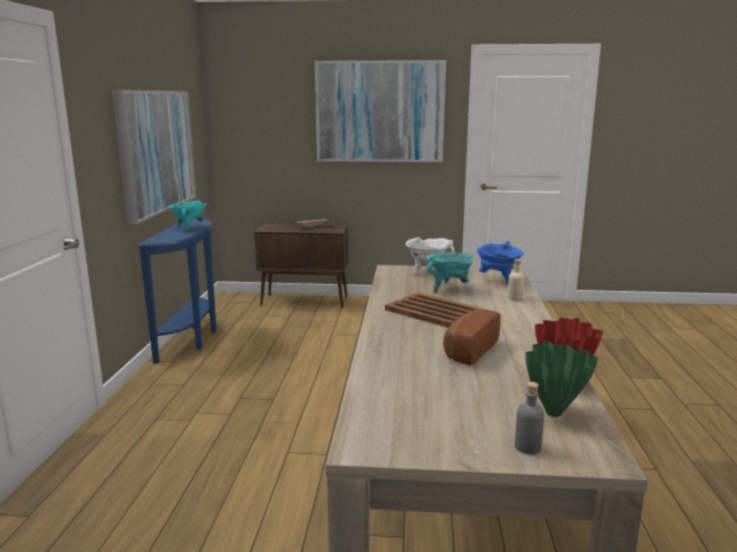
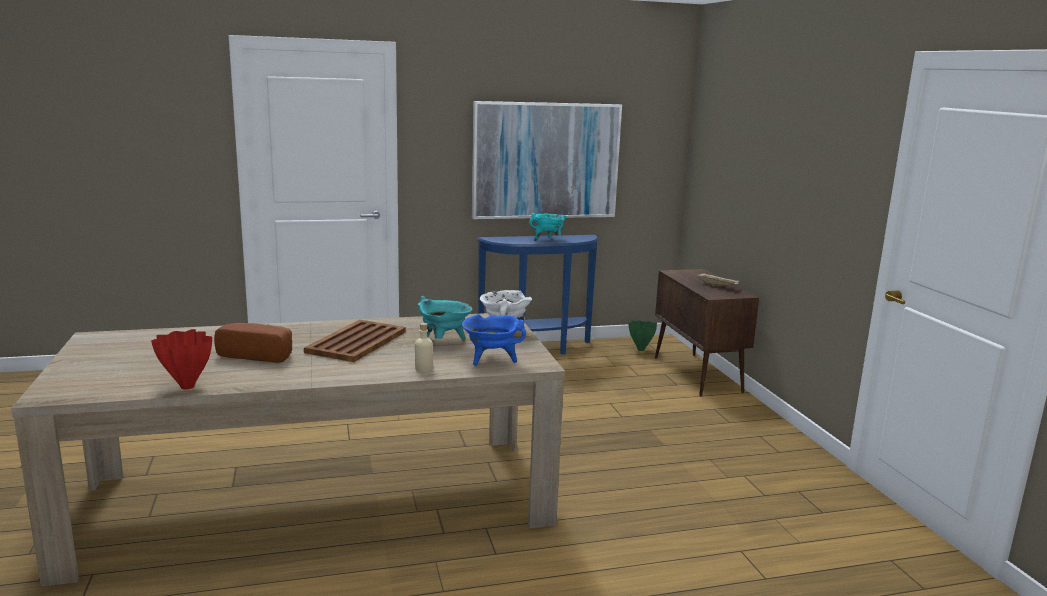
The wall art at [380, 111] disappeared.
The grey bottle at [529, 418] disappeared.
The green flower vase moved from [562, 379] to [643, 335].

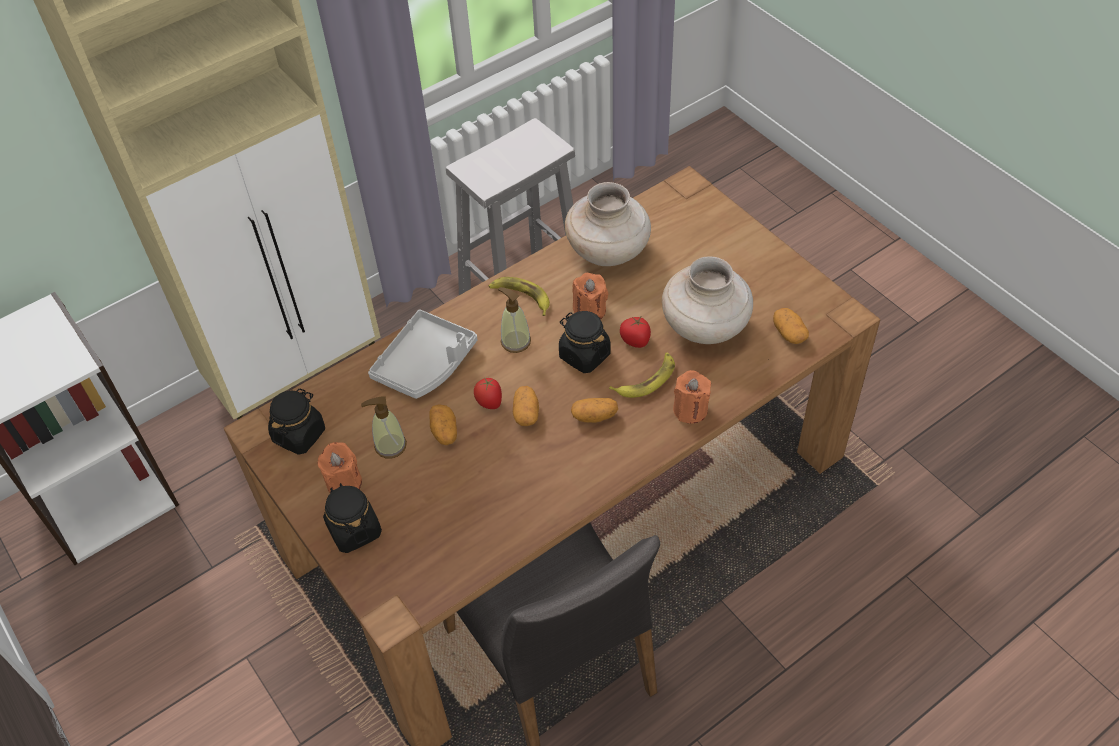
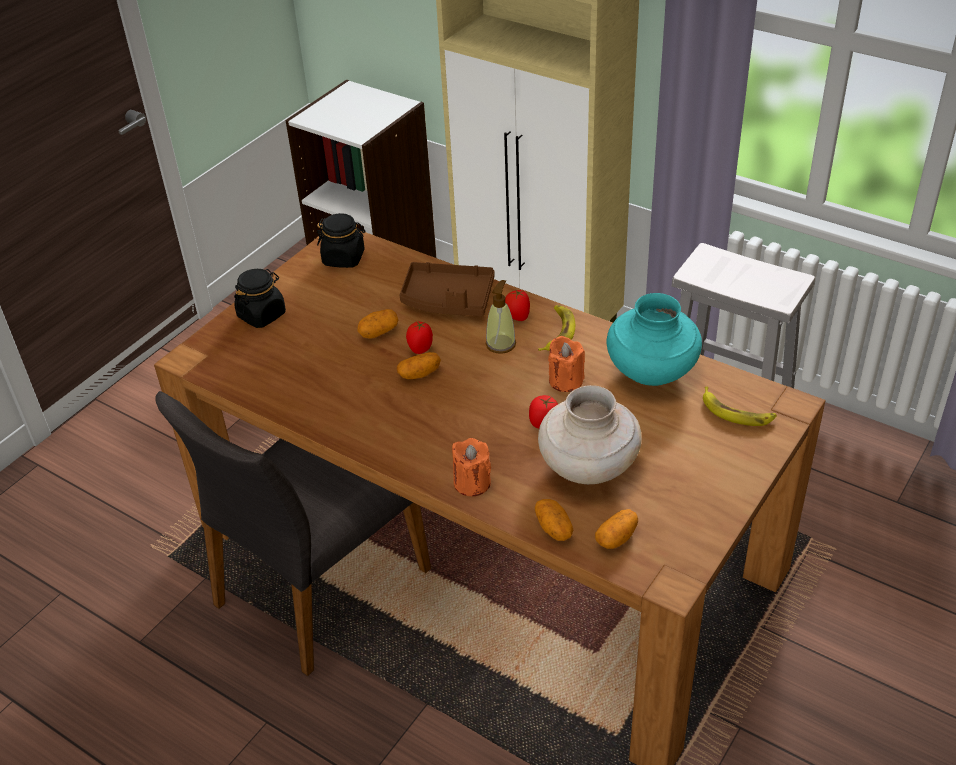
The orange wax candle at [340, 467] disappeared.
The liquid soap bottle at [384, 427] disappeared.
The black jar at [585, 342] disappeared.
The whole tomato at [517, 305] appeared.
The spud moved from [594, 410] to [554, 520].
The whole banana moved from [642, 375] to [740, 406].
The grey tray at [422, 354] became the brown-coloured tray at [447, 289].
The beige flower vase at [608, 224] became the blue-green flower vase at [654, 339].

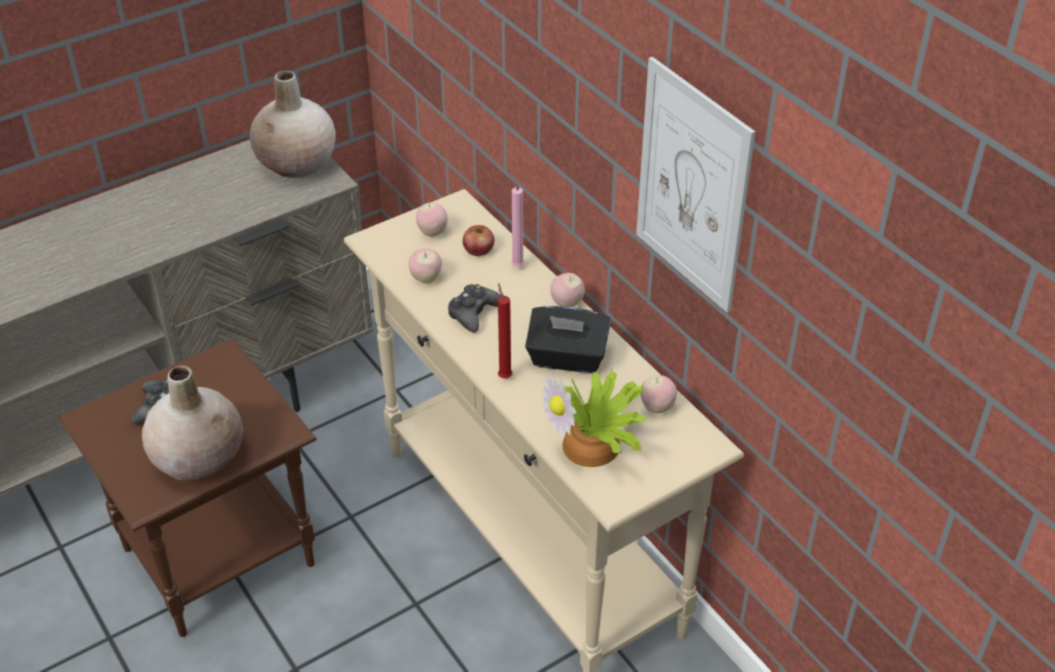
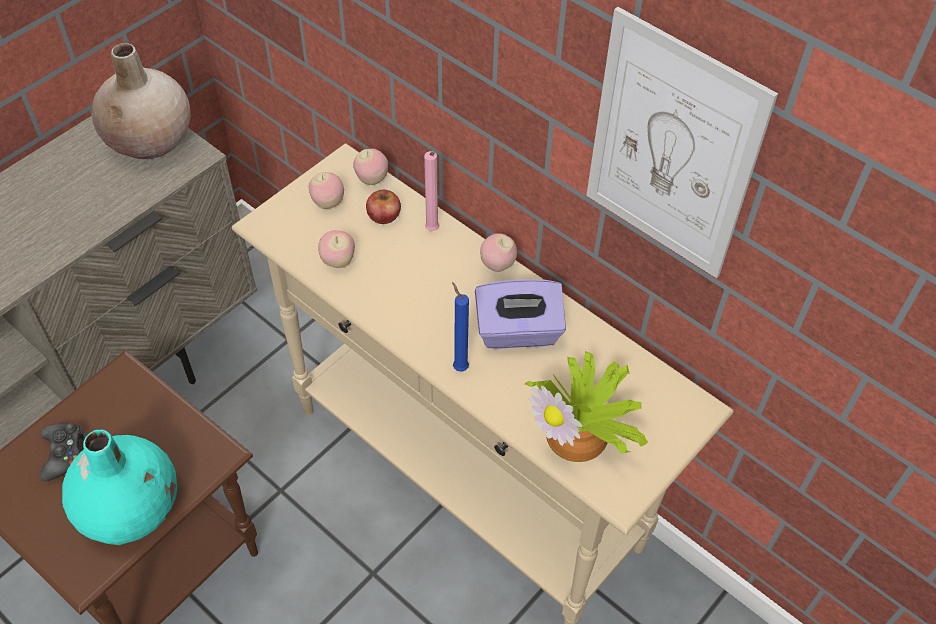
The black game controller at [474, 308] disappeared.
The apple moved from [658, 394] to [370, 167].
The beige flower vase at [192, 423] became the blue-green flower vase at [119, 487].
The red-coloured wax candle at [505, 330] became the blue-coloured wax candle at [460, 327].
The black box of tissues at [568, 339] became the purplish box of tissues at [520, 314].

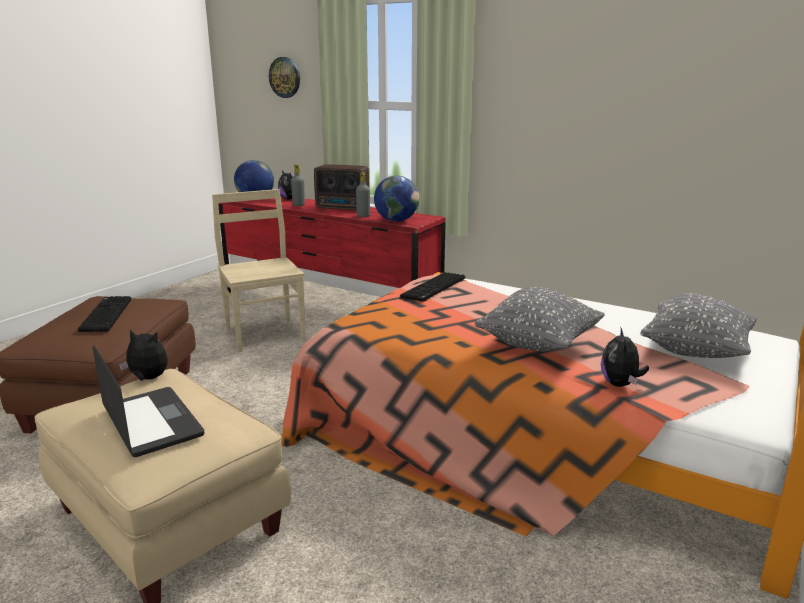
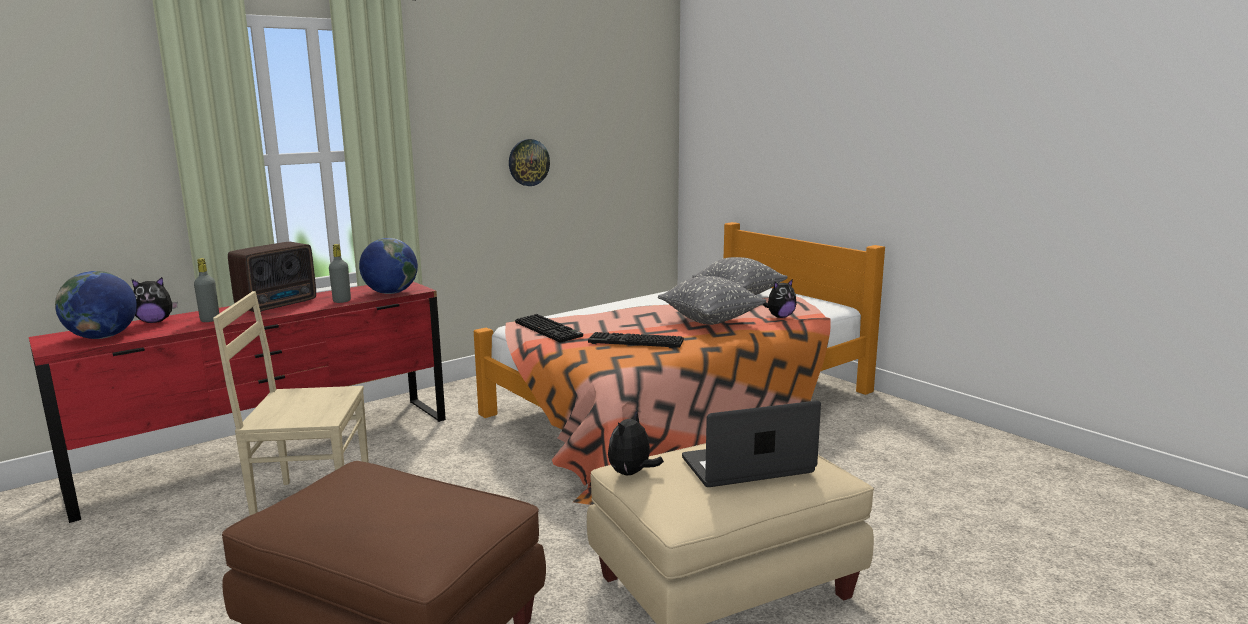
The keyboard moved from [104, 314] to [636, 340].
The wall clock moved from [284, 77] to [529, 162].
The soft toy at [625, 357] turned 60 degrees counterclockwise.

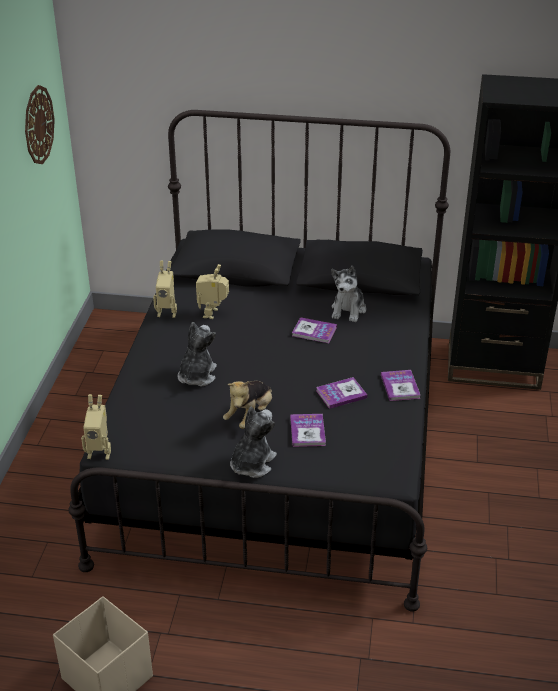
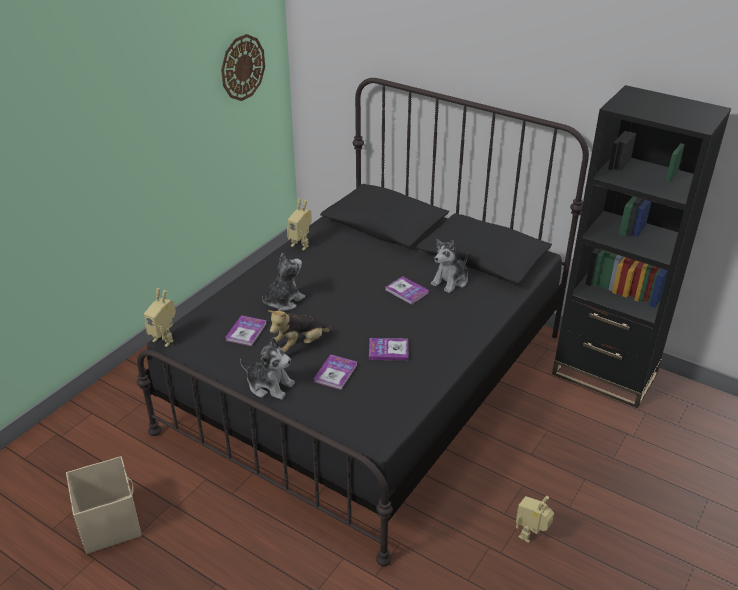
The toy robot moved from [212, 291] to [535, 519].
The book moved from [400, 385] to [246, 330].
The soft toy at [253, 442] turned 60 degrees clockwise.

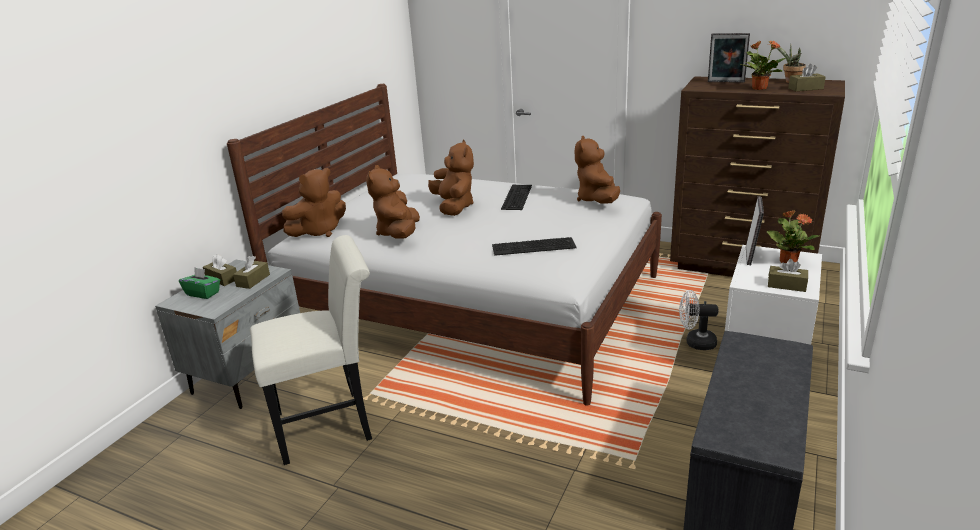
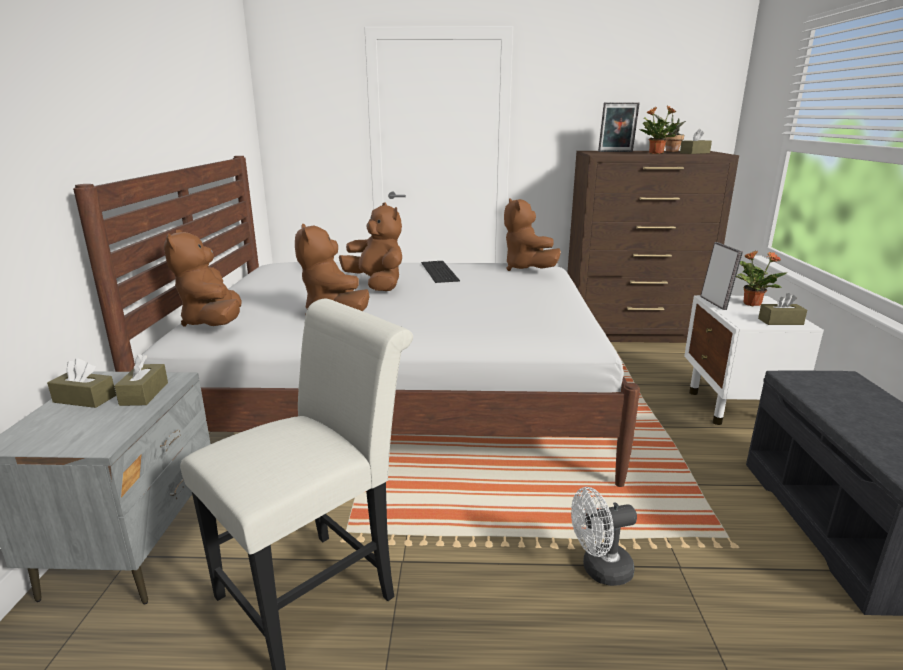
The green box of tissues at [199, 283] disappeared.
The keyboard at [534, 246] disappeared.
The whitish fan moved from [698, 320] to [604, 536].
The brown-coloured soft toy at [314, 202] turned 135 degrees clockwise.

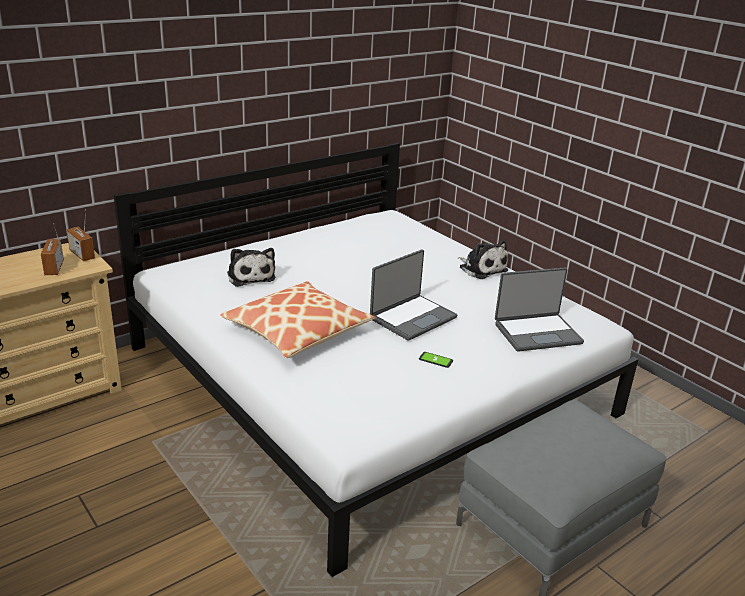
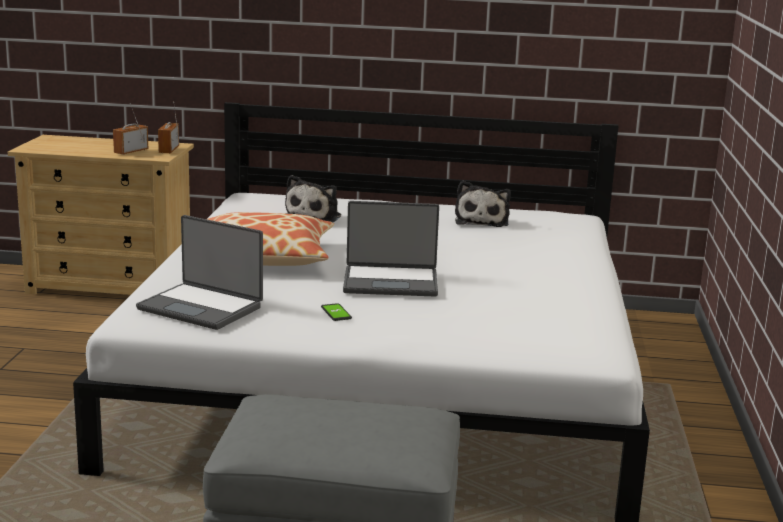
The soft toy moved from [483, 259] to [483, 204].
The notebook computer moved from [539, 310] to [199, 272].

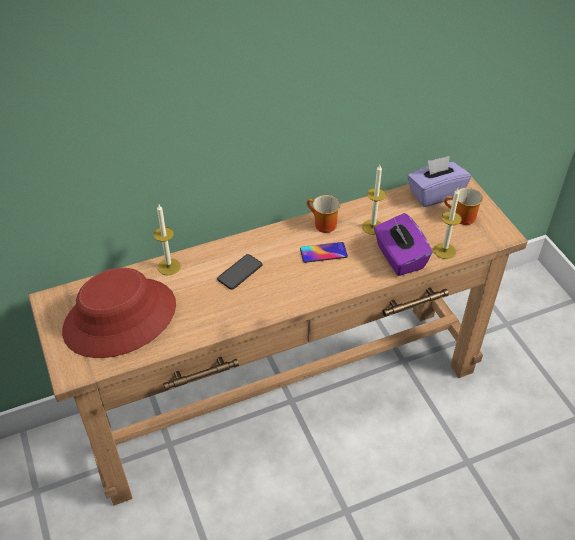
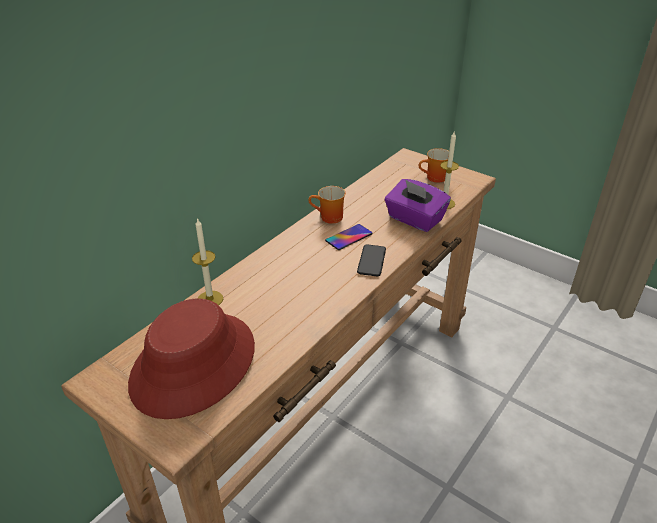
The wax candle at [374, 200] disappeared.
The purplish box of tissues at [439, 181] disappeared.
The telephone moved from [239, 272] to [371, 260].

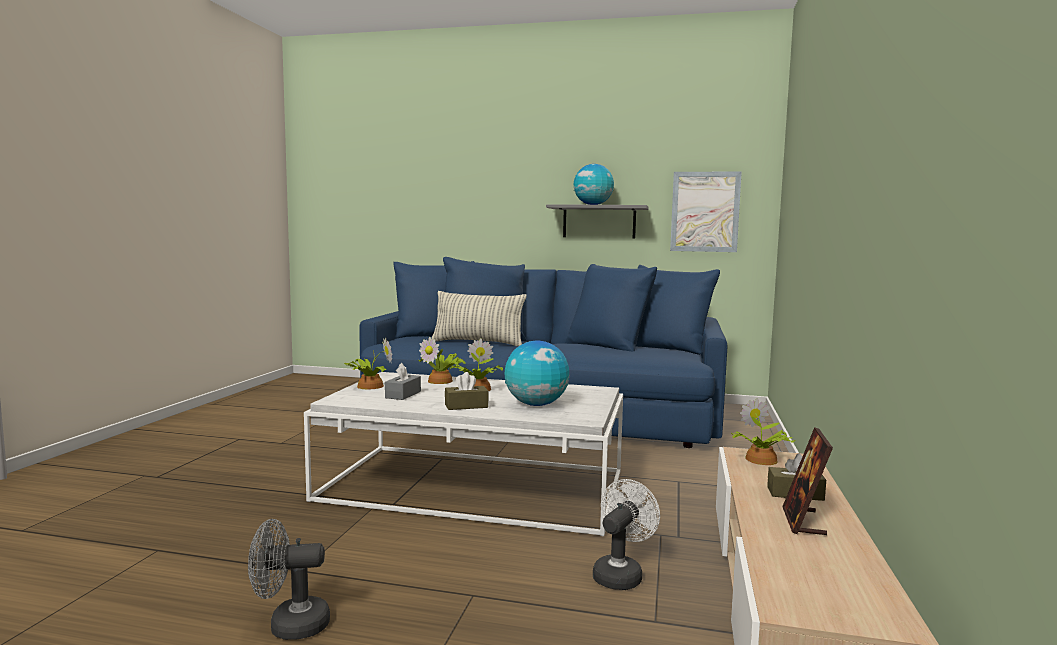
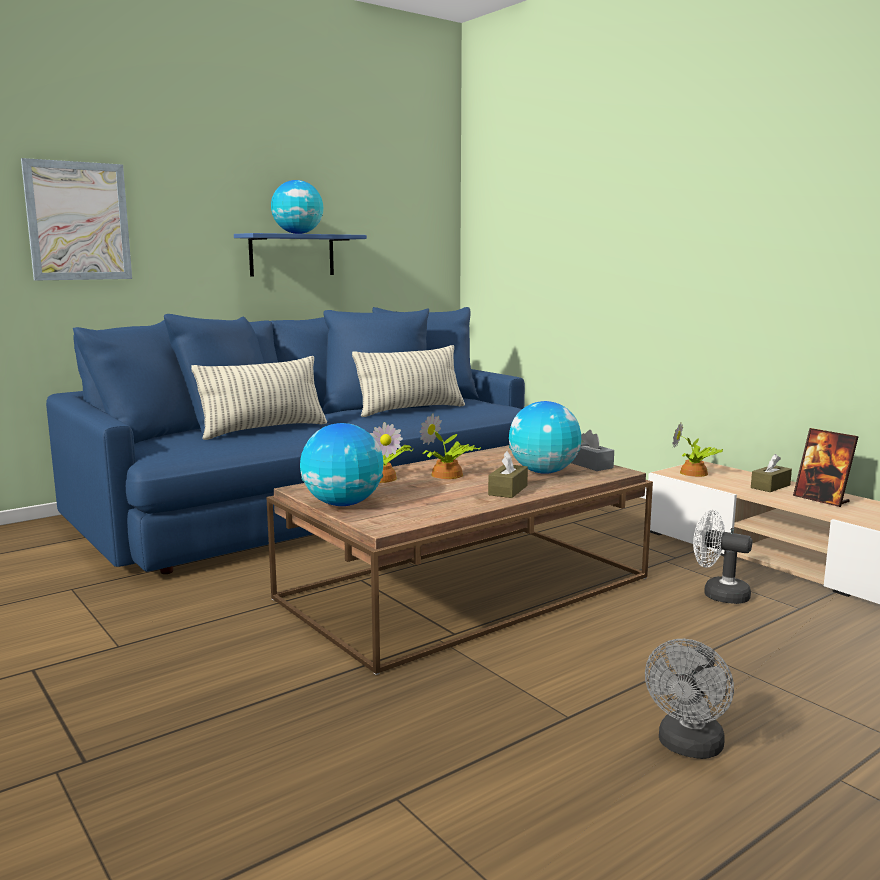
The throw pillow at [408, 381] appeared.
The grey box of tissues moved from [403, 381] to [592, 450].
The wall art moved from [706, 211] to [76, 219].
The potted plant at [368, 363] was replaced by the world globe at [341, 464].
The whitish coffee table at [463, 454] became the brown-coloured coffee table at [460, 560].
The grey wall shelf at [597, 221] became the blue-coloured wall shelf at [300, 254].
The whitish fan at [626, 534] turned 45 degrees counterclockwise.

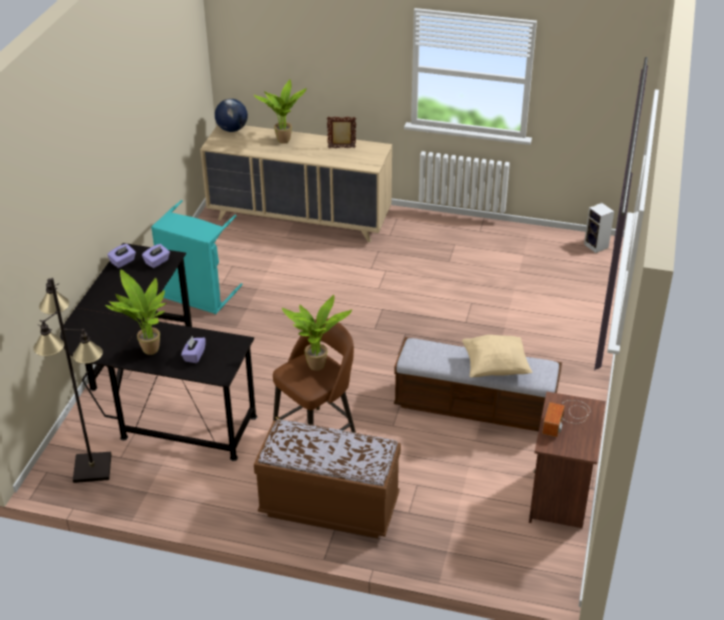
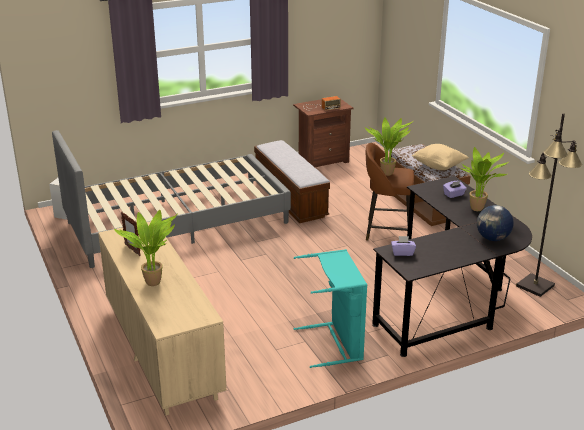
The purplish box of tissues at [121, 256] disappeared.
The grey bed at [171, 199] appeared.
The world globe moved from [231, 115] to [495, 223].
The beige throw pillow moved from [497, 356] to [440, 157].

